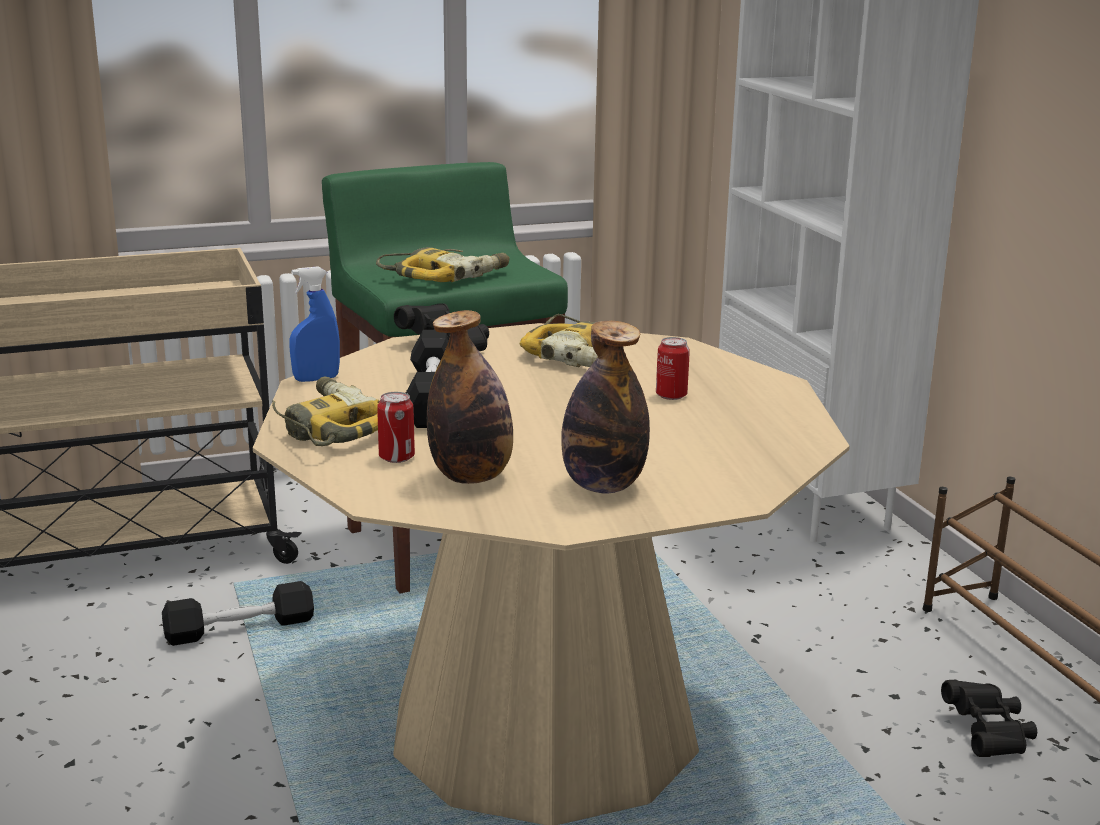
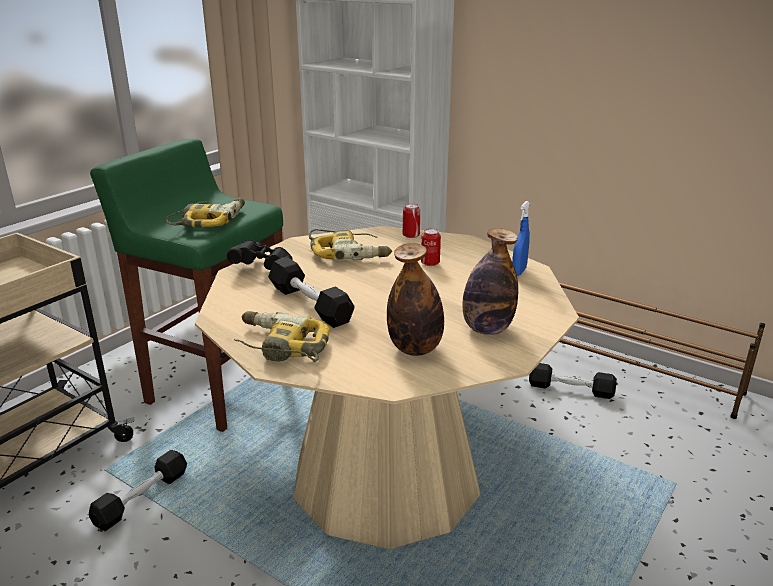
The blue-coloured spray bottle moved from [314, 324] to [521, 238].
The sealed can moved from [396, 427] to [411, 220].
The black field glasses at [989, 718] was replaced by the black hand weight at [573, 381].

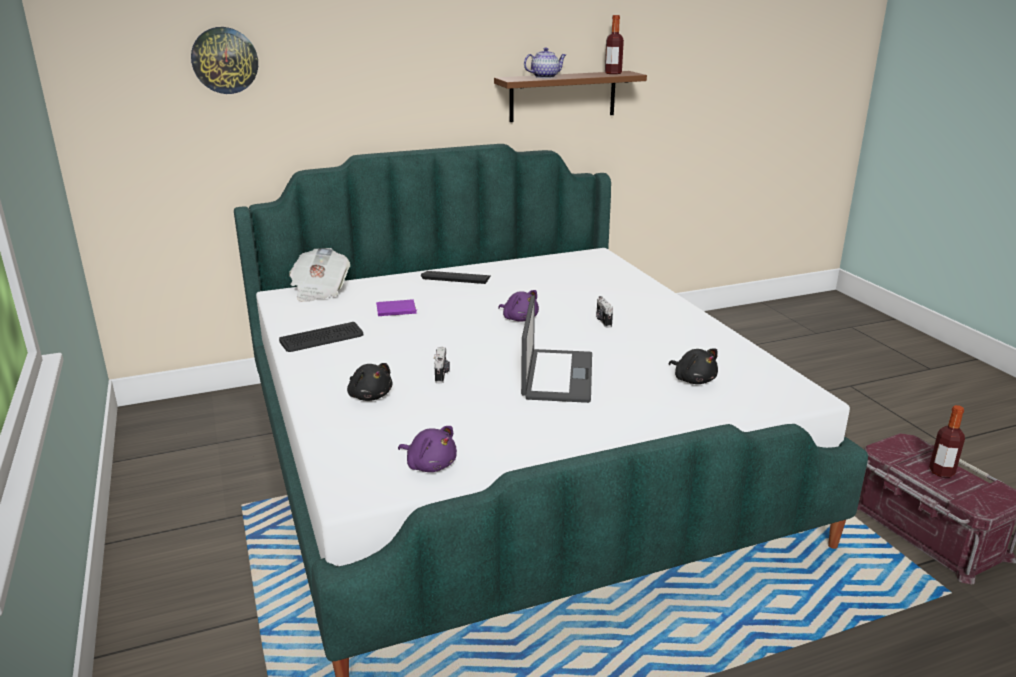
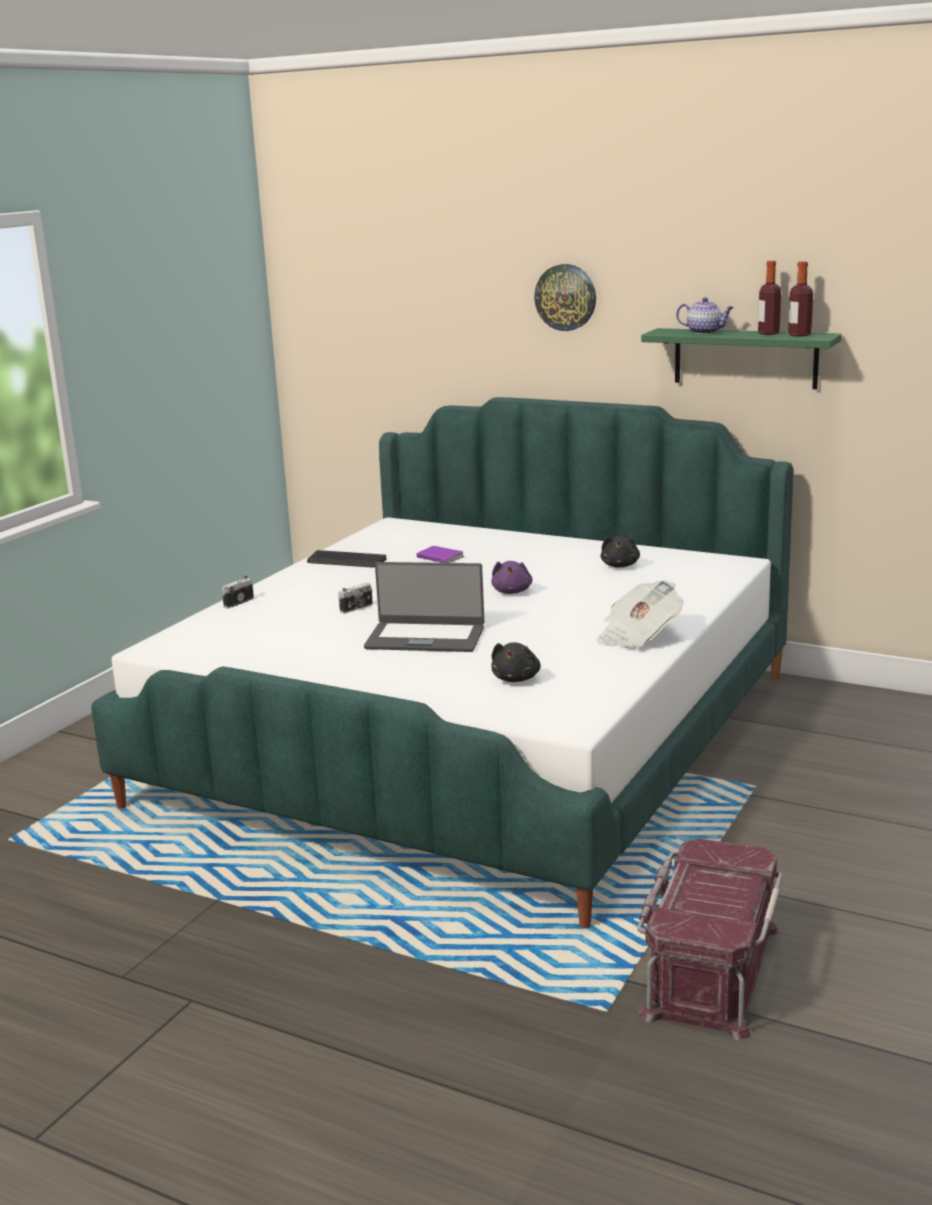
The purplish soft toy at [427, 449] disappeared.
The keyboard at [456, 277] disappeared.
The wall clock moved from [224, 60] to [565, 297].
The newspaper moved from [319, 275] to [640, 614].
The black soft toy moved from [370, 382] to [620, 552].
The still camera moved from [604, 312] to [238, 592].
The bottle moved from [947, 441] to [769, 298].
The brown-coloured wall shelf at [570, 96] became the green wall shelf at [741, 358].
The notebook computer at [556, 349] turned 45 degrees clockwise.

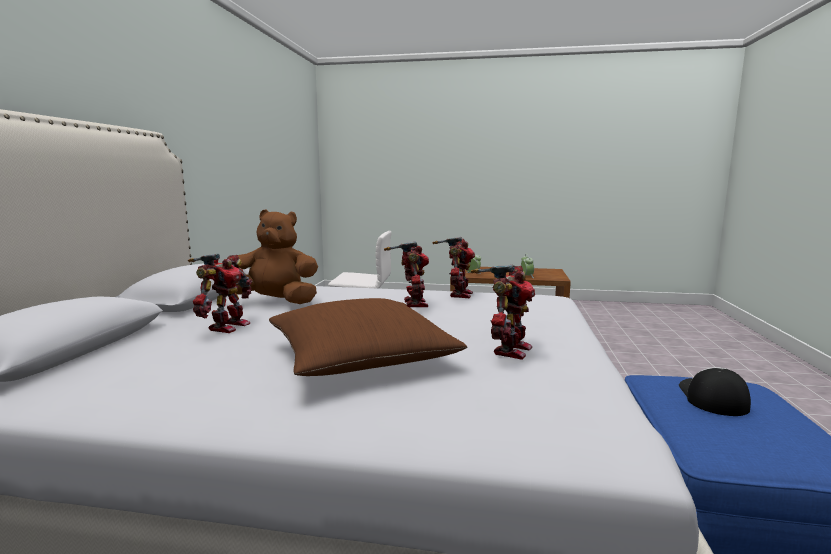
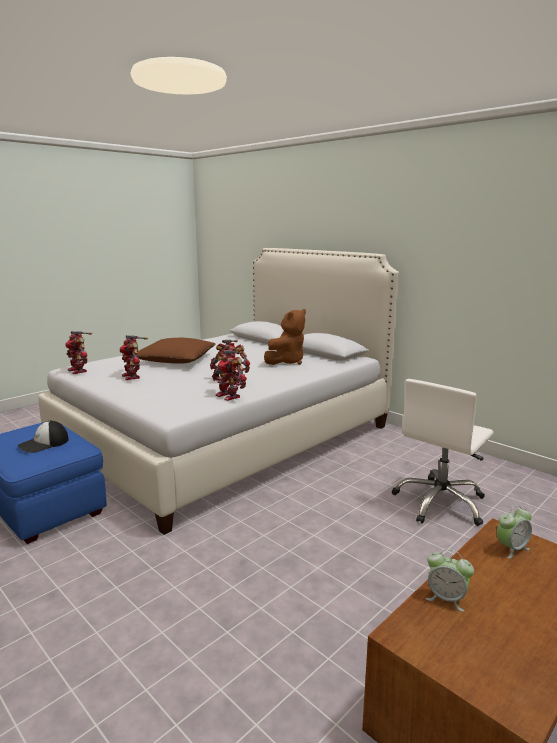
The toy robot moved from [220, 293] to [78, 352].
The cap at [715, 391] turned 90 degrees clockwise.

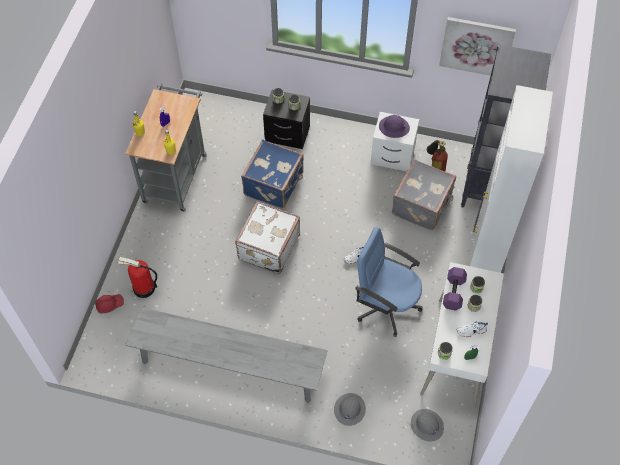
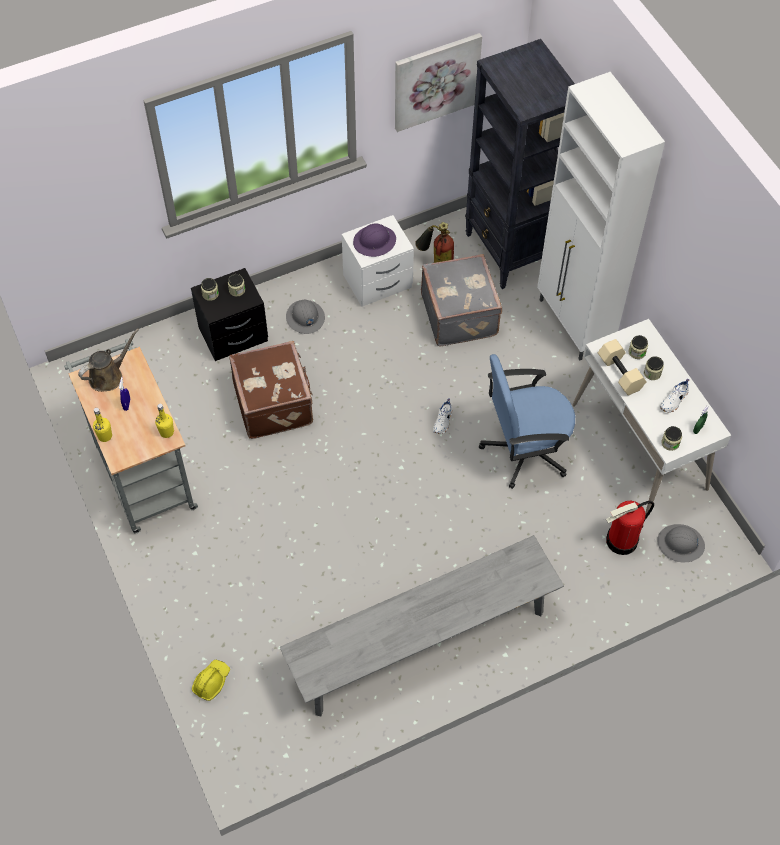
The whitish suitcase at [267, 237] disappeared.
The brown-coloured watering can at [108, 360] appeared.
The fire-fighting cylinder moved from [137, 277] to [630, 527].
The grey safety helmet moved from [350, 409] to [305, 316].
The red-coloured safety helmet at [109, 303] became the yellow-coloured safety helmet at [211, 680].
The blue-coloured suitcase at [272, 174] became the brown-coloured suitcase at [271, 390].
The purplish hand weight at [455, 289] became the beige hand weight at [622, 367].

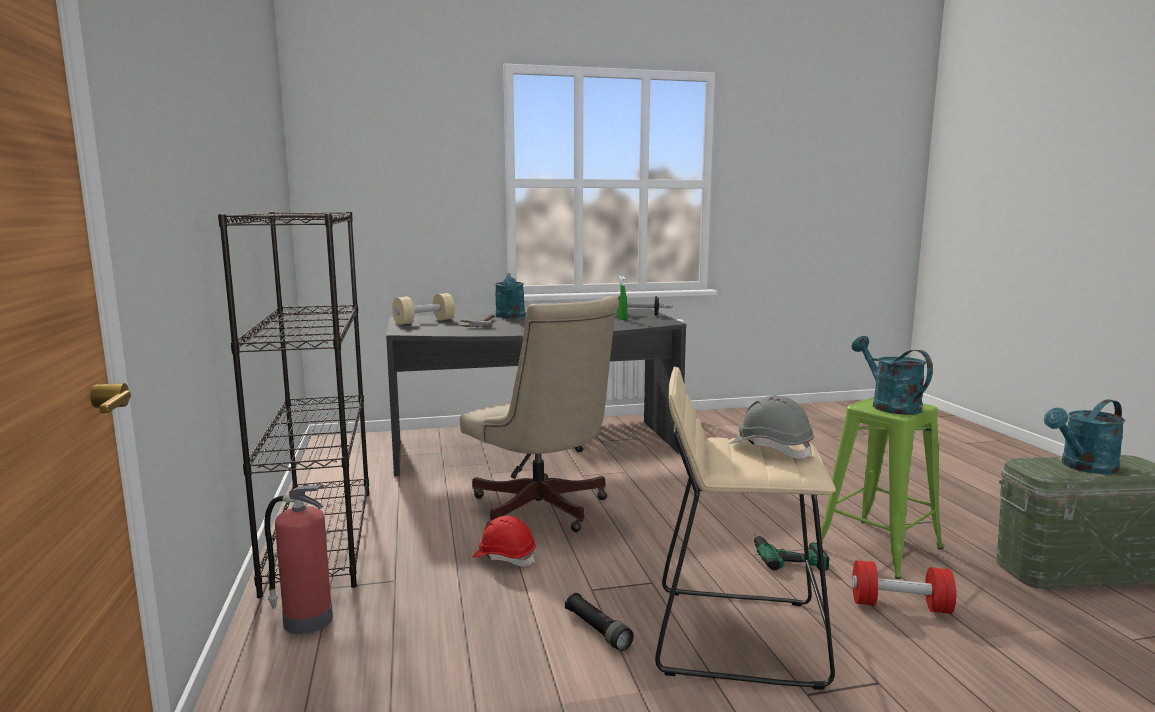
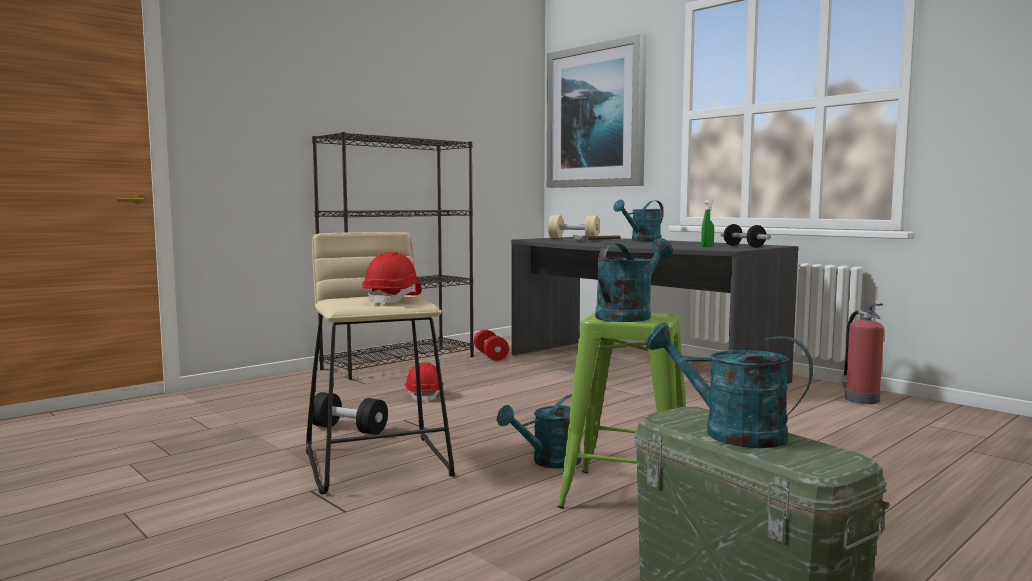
The beige computer chair at [539, 414] disappeared.
The wall art at [597, 111] appeared.
The fire-fighting cylinder moved from [298, 559] to [863, 354].
The red-coloured hand weight moved from [904, 587] to [491, 345].
The black hand torch at [599, 622] was replaced by the black hand weight at [350, 413].
The electric drill at [791, 551] was replaced by the blue-green watering can at [541, 431].
The grey safety helmet at [772, 426] became the red-coloured safety helmet at [392, 278].

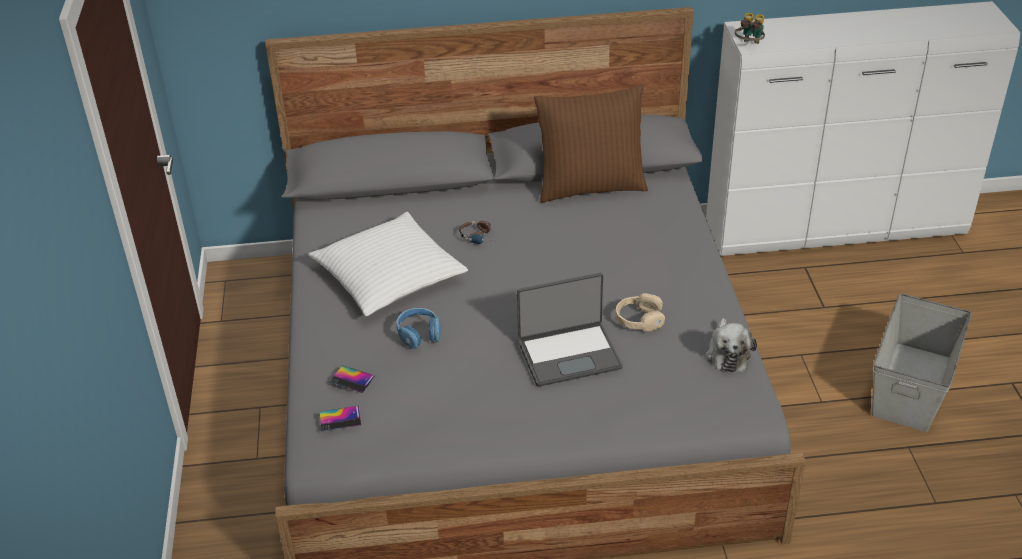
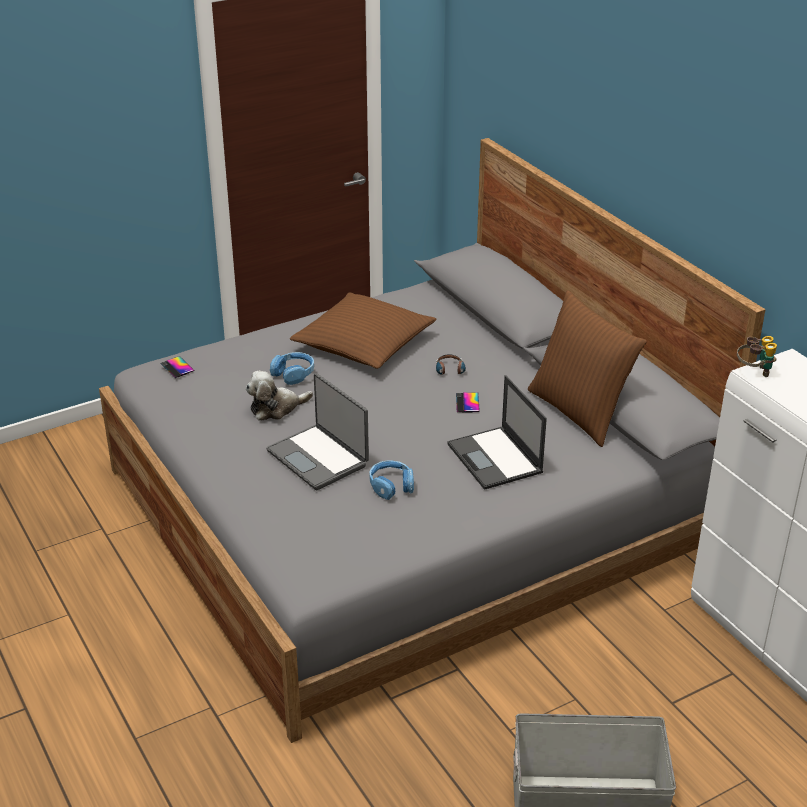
The notebook computer at [497, 432] appeared.
The telephone moved from [352, 379] to [468, 402].
The soft toy moved from [731, 345] to [279, 396].
The whitish throw pillow at [388, 264] became the brown-coloured throw pillow at [363, 331].
The beige headset at [640, 312] became the blue-coloured headset at [391, 480].

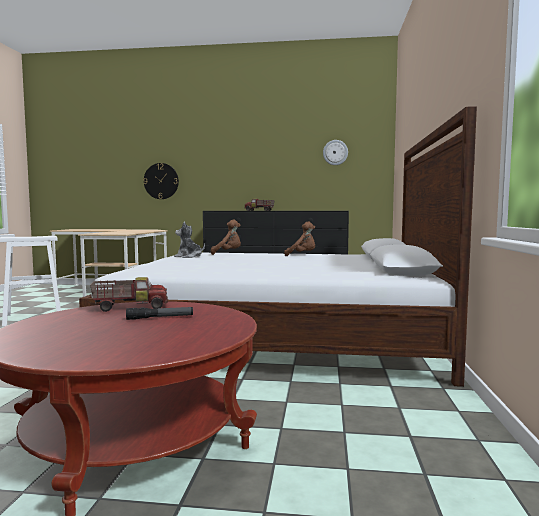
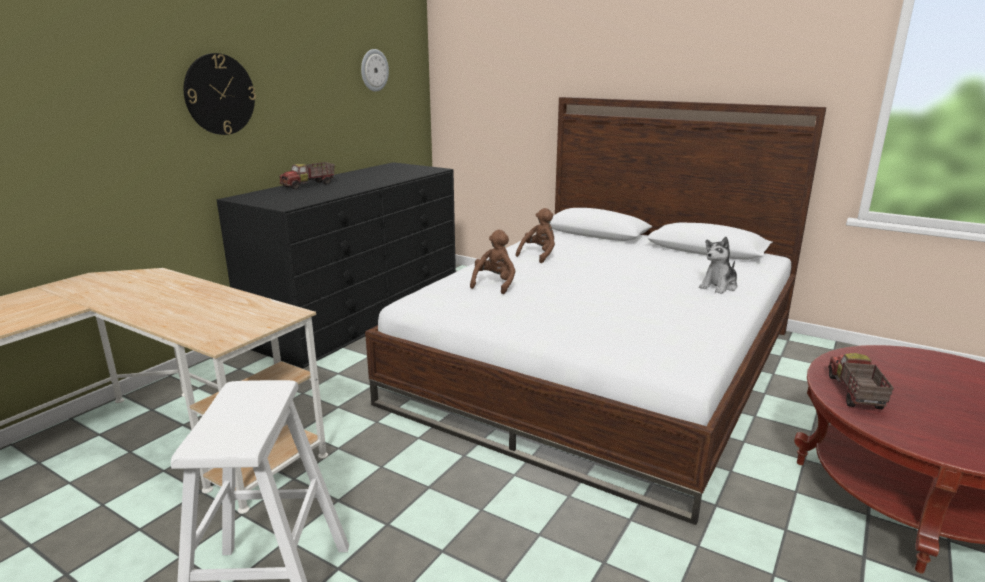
The hand torch at [159, 313] disappeared.
The wall clock moved from [161, 181] to [220, 94].
The soft toy moved from [189, 239] to [718, 265].

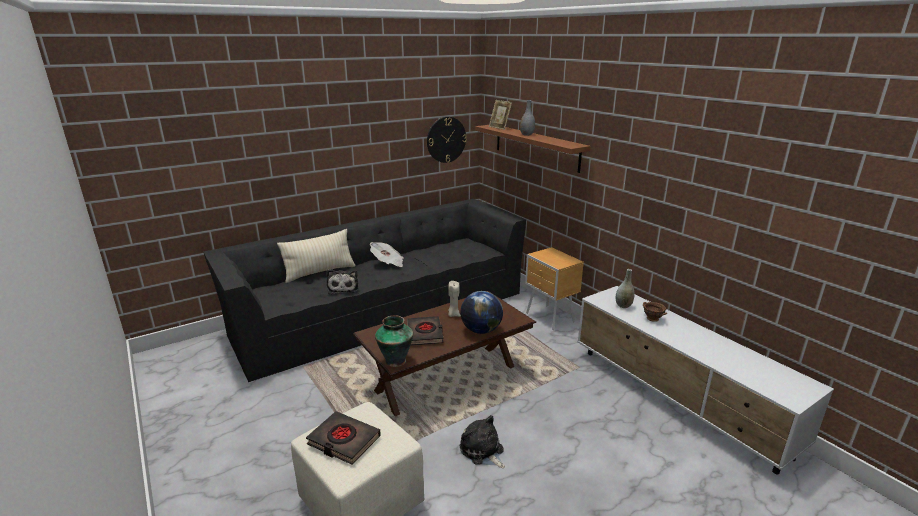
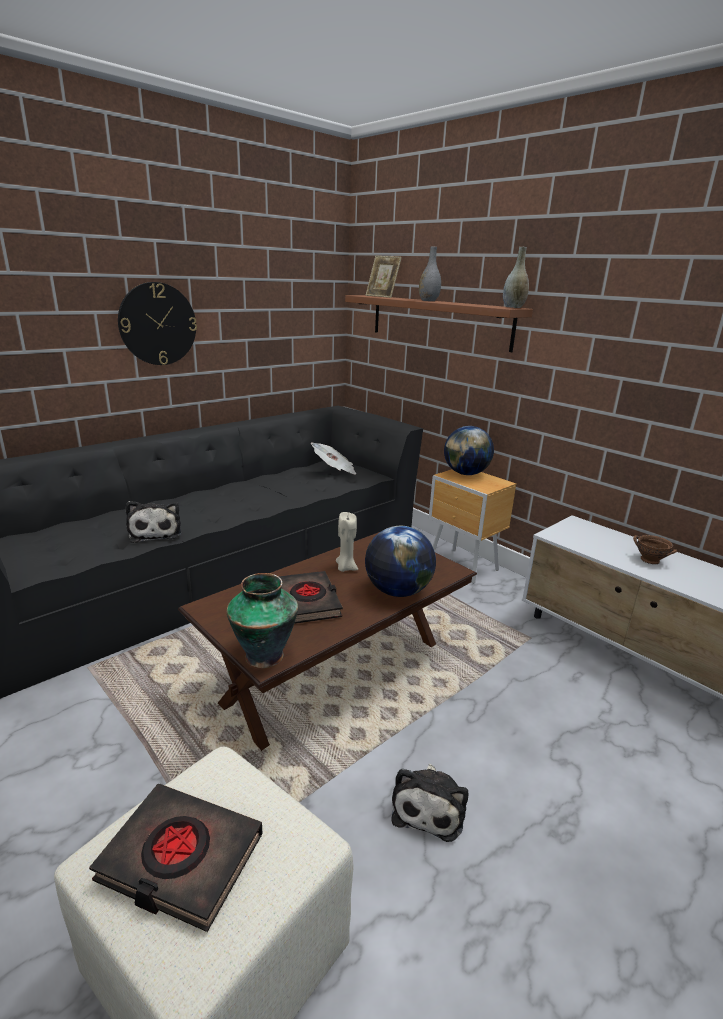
The beige throw pillow at [316, 256] disappeared.
The world globe at [469, 450] appeared.
The newspaper moved from [387, 254] to [334, 458].
The wall clock moved from [447, 140] to [157, 323].
The grey flower vase moved from [625, 288] to [516, 277].
The soft toy at [482, 441] turned 120 degrees counterclockwise.

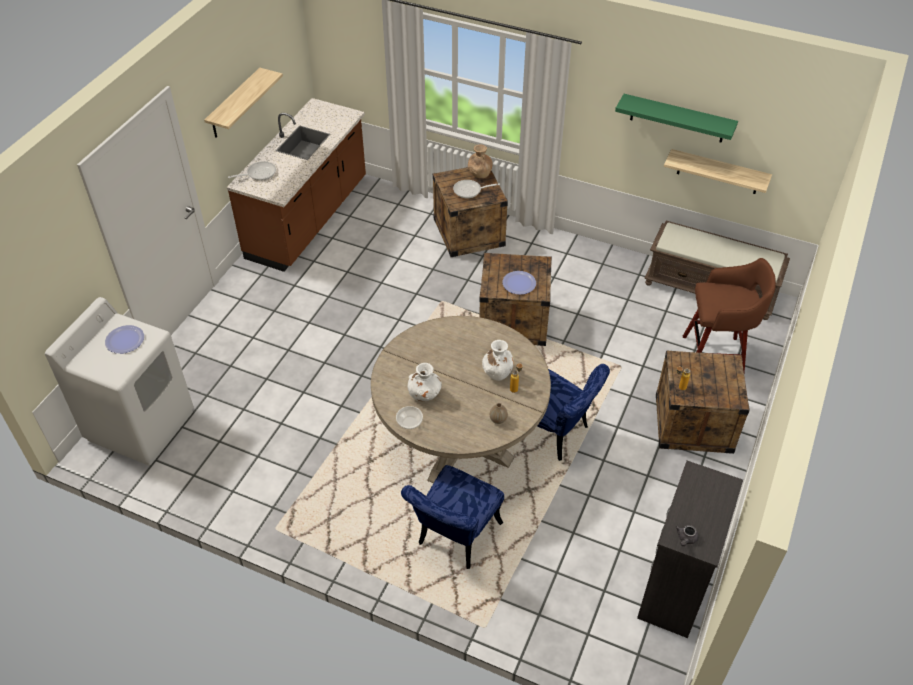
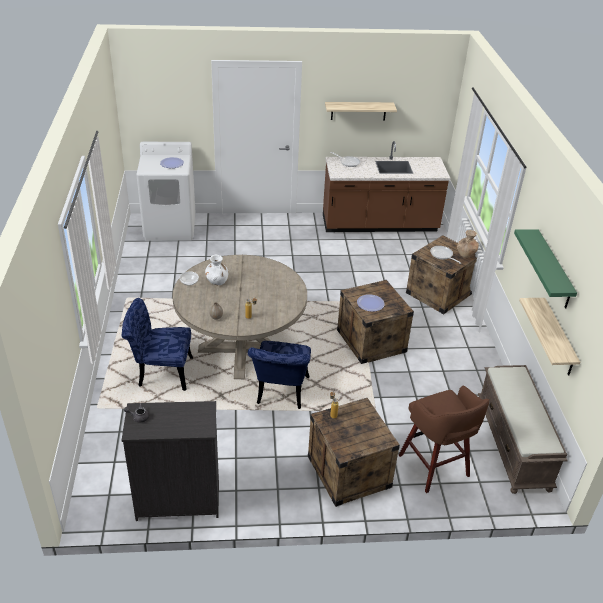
The whitish flower vase at [498, 360] disappeared.

